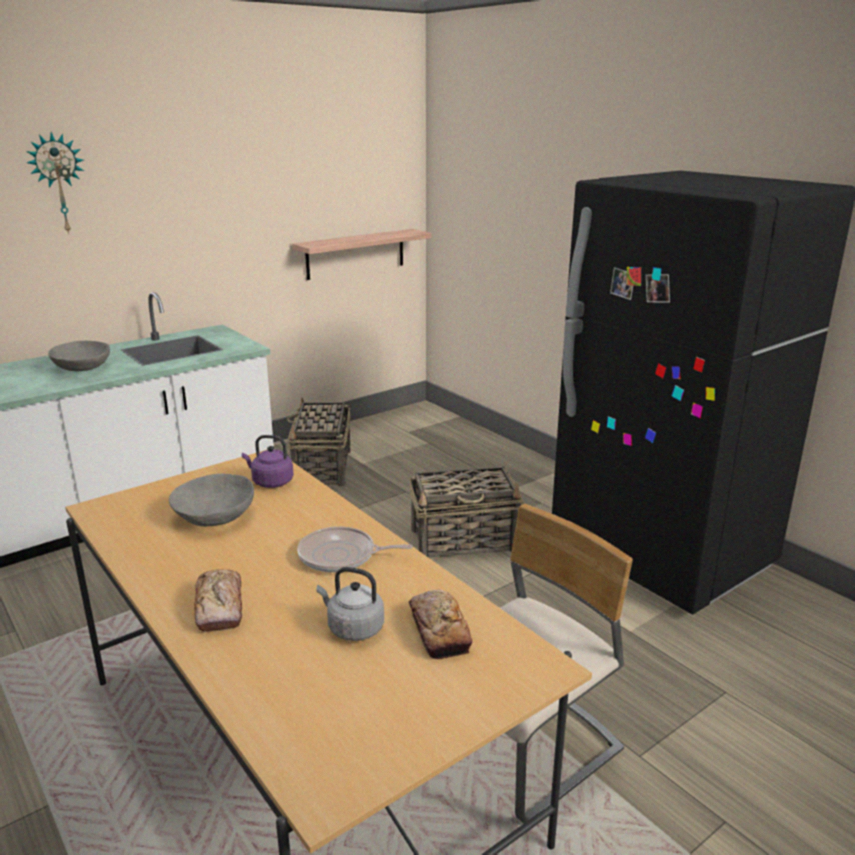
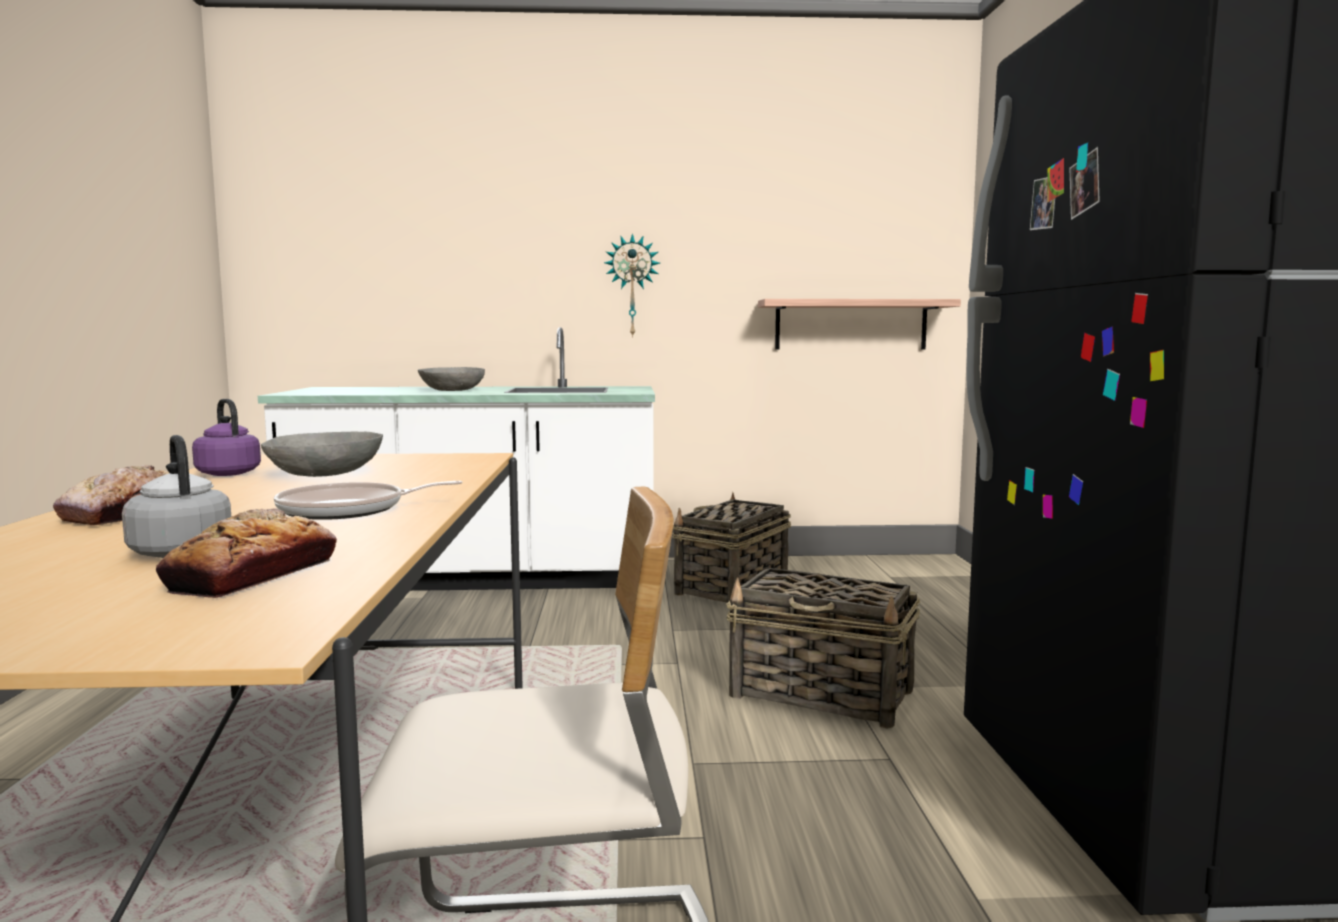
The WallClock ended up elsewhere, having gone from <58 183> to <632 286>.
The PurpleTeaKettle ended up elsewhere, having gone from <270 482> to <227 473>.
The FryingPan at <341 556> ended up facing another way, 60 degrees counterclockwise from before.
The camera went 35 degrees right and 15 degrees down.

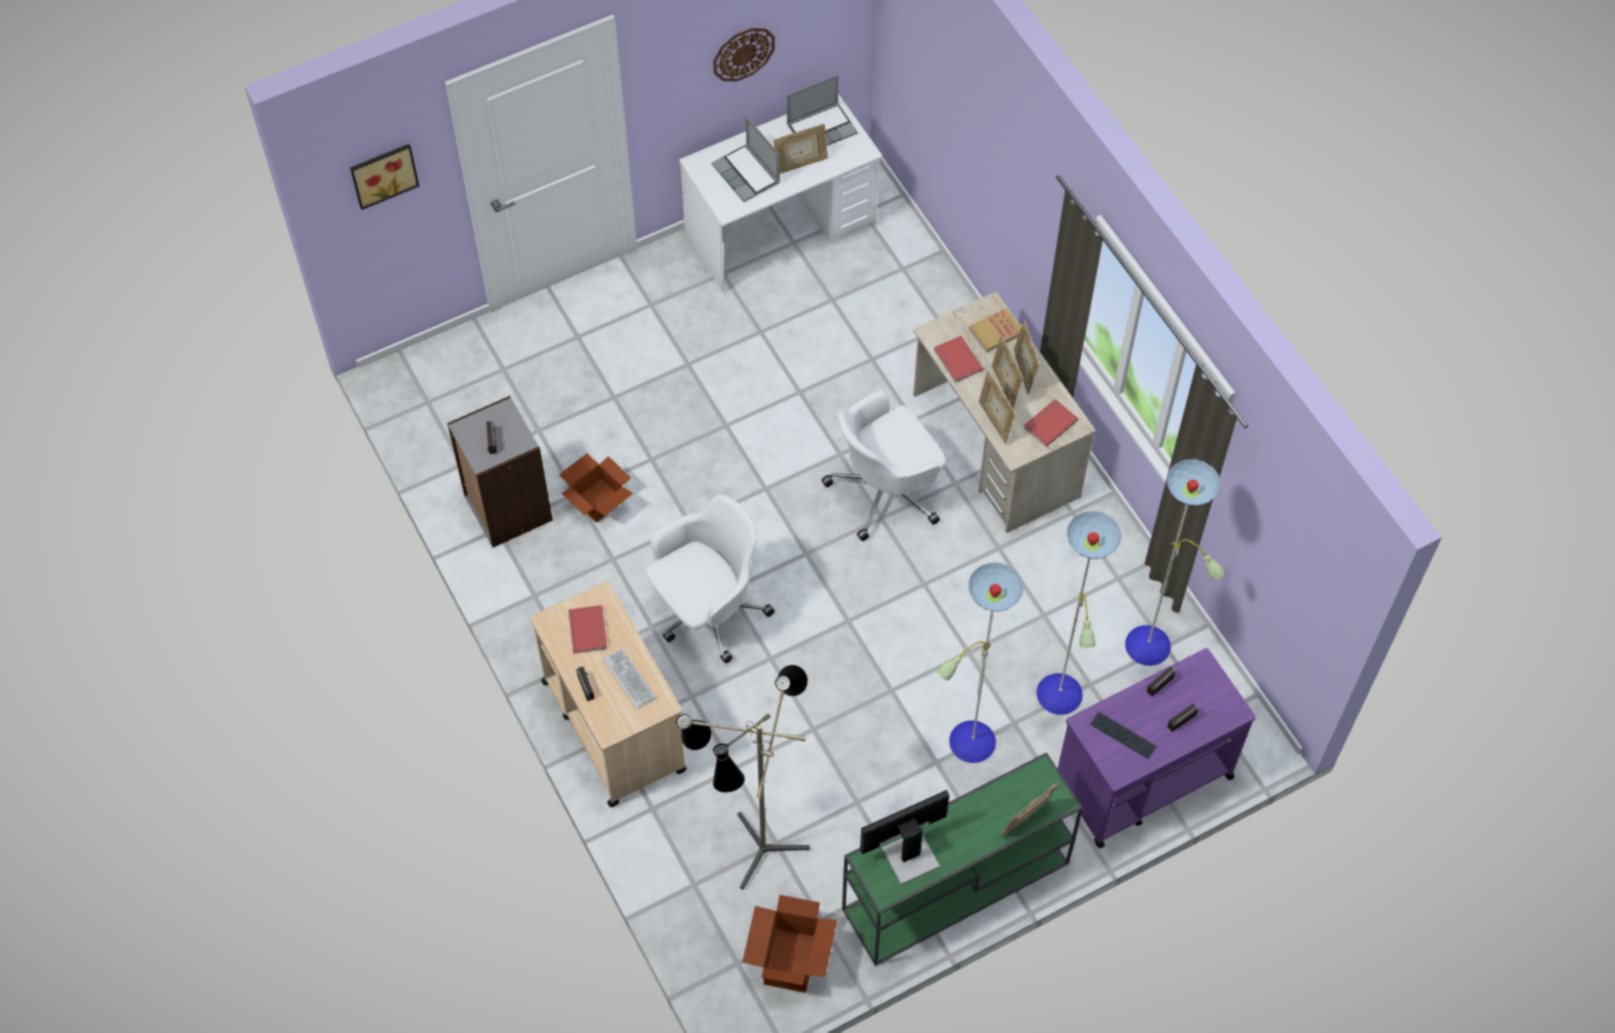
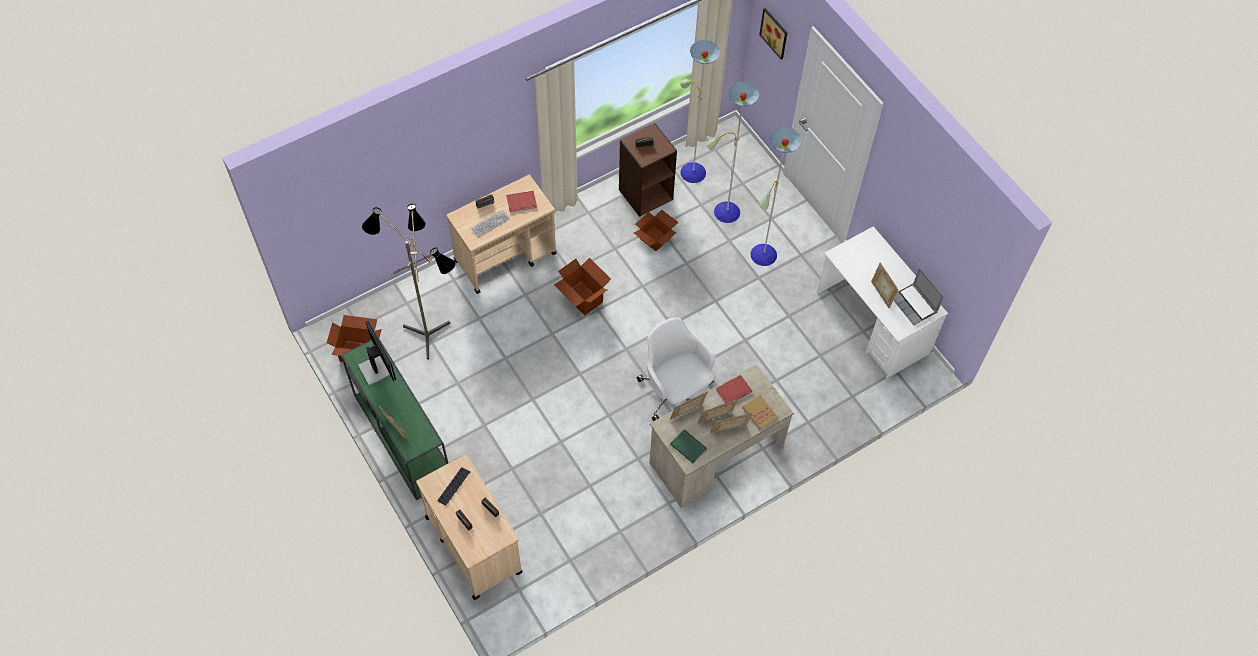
The second view lost the WallClock at <743 53>.
The second view lost the Laptop at <747 174>.
What was the GreyShelvingUnit at <507 508> turned into the BrownishShelvingUnit at <645 194>.
What was the ReddishBook at <1049 423> turned into the GreenBook at <689 446>.
The StandardLamp ended up elsewhere, having gone from <1061 696> to <725 213>.
Where the WhiteOfficeChair stood at <707 611>, the PackingBox came to stand at <582 298>.
What was the PurpleTrolley at <1142 779> turned into the BeigeTrolley at <473 544>.
The camera went 85 degrees right and 0 degrees up.

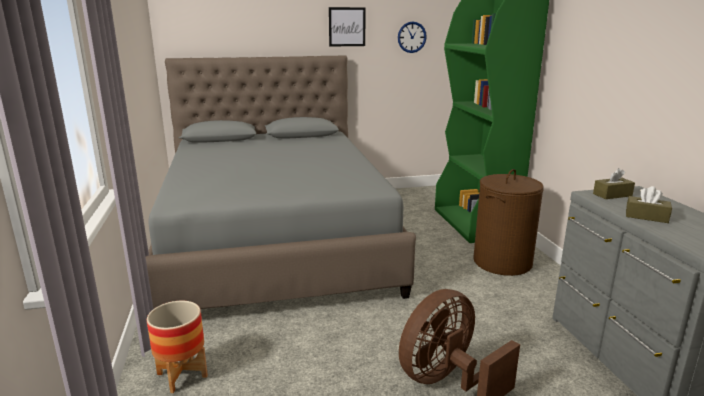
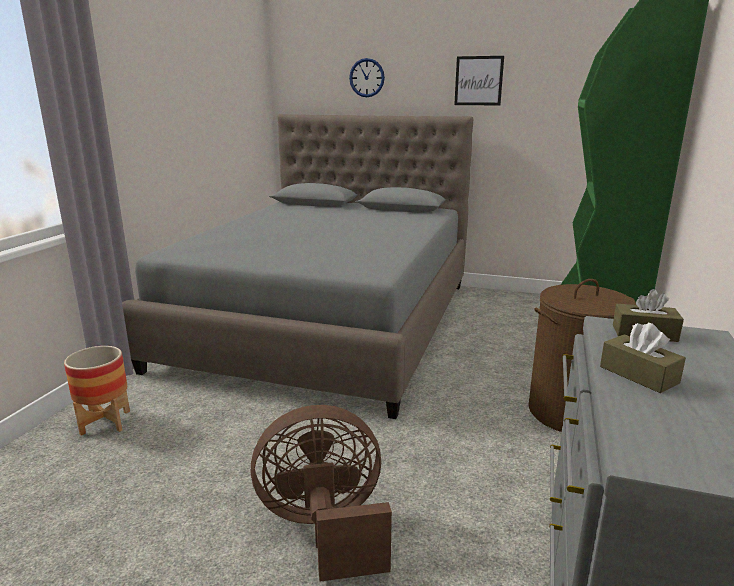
The WallClock ended up elsewhere, having gone from <411 37> to <367 78>.
The camera went 30 degrees right and 0 degrees up.

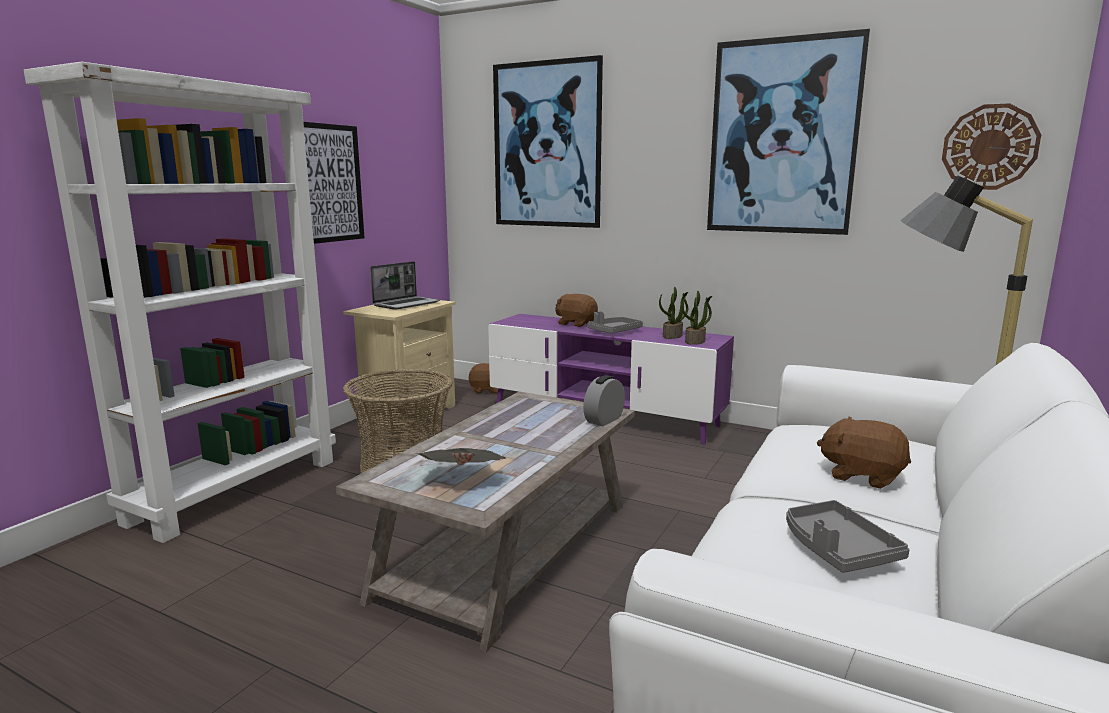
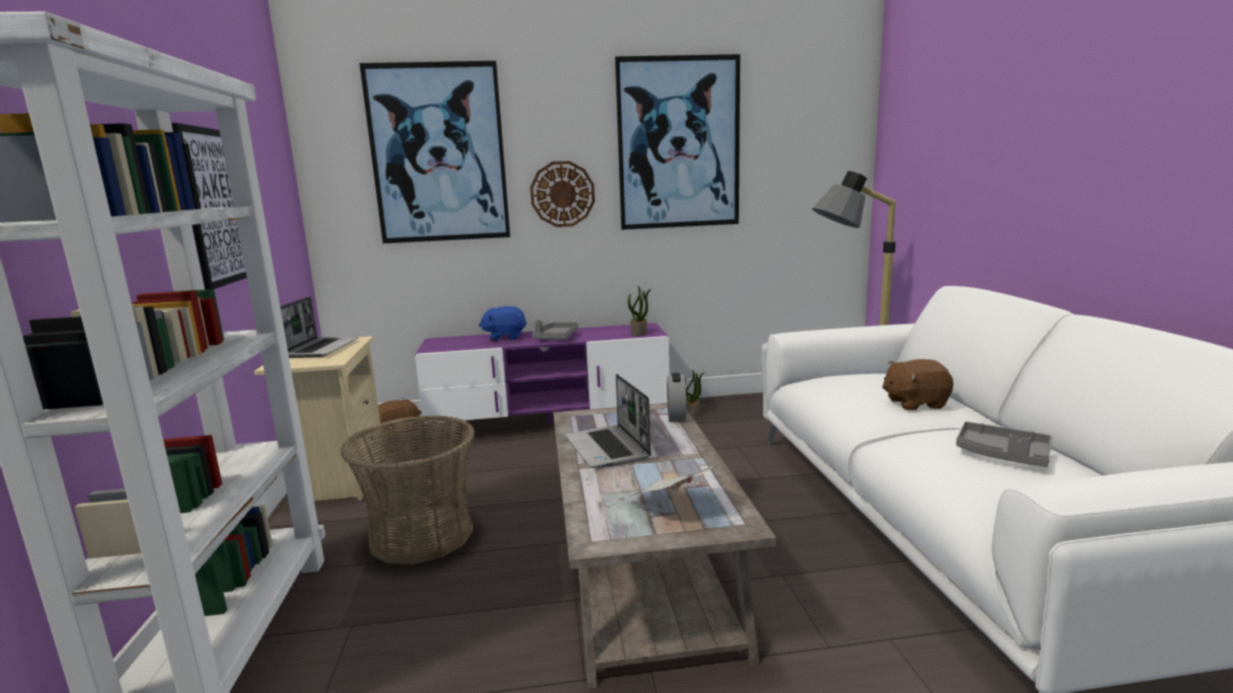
The WallClock ended up elsewhere, having gone from <989 147> to <562 194>.
The PlantInAPot ended up elsewhere, having gone from <672 336> to <692 412>.
What was the BrownishPlushToy at <576 323> turned into the BlueColouredPlushToy at <505 337>.
The second view gained the Laptop at <608 448>.
The camera went 35 degrees left and 0 degrees up.

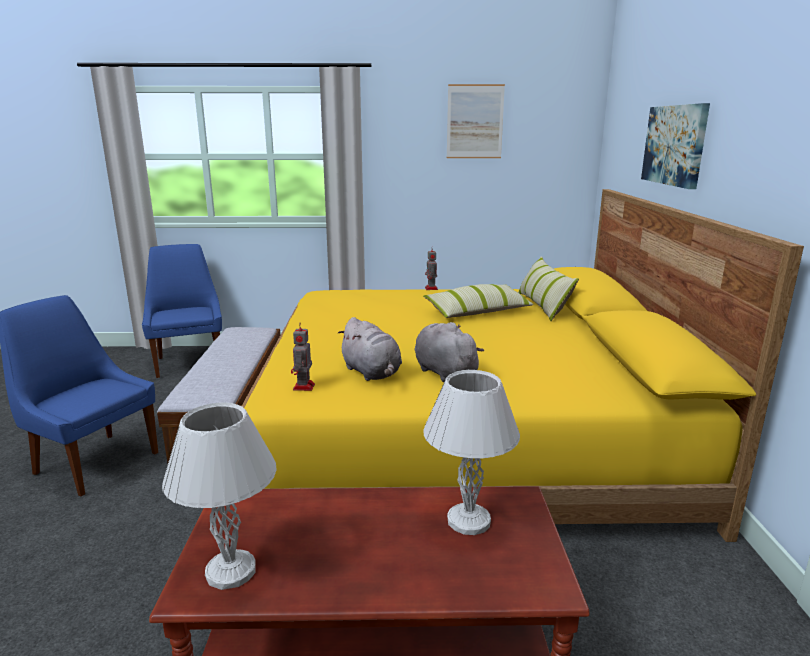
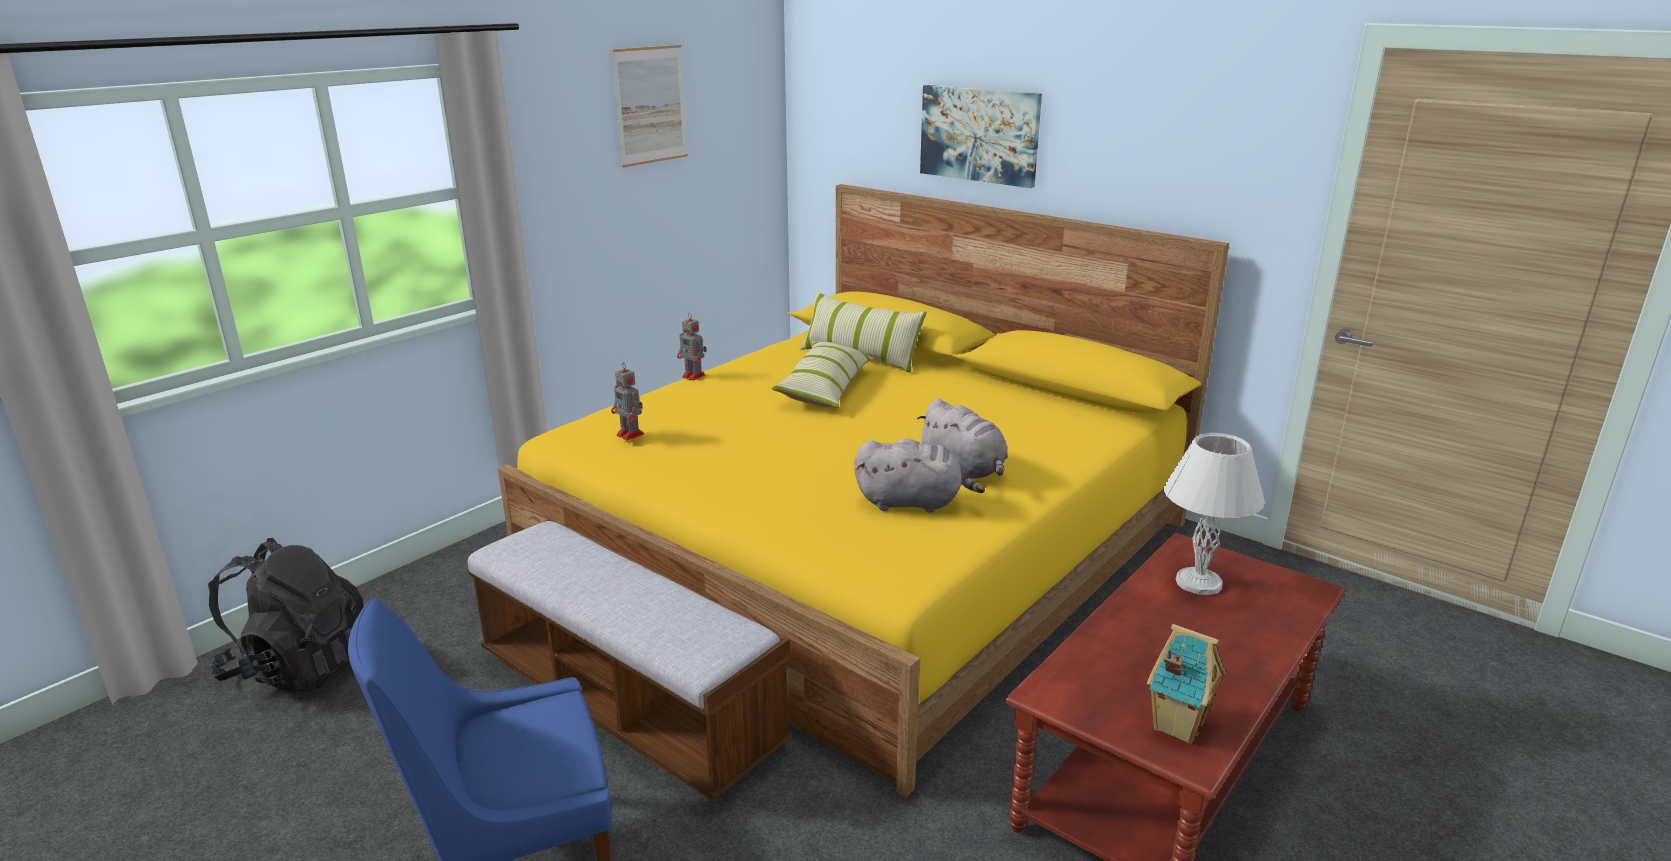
Where the BlueColouredPlainChair stood at <190 362>, the BlackColouredKnapsack came to stand at <299 668>.
The GreyPlushToy at <443 372> ended up facing another way, 135 degrees counterclockwise from before.
The RobotFigure ended up elsewhere, having gone from <303 387> to <631 435>.
Where the WhiteTableLamp stood at <233 570>, the MiniatureHouse came to stand at <1176 725>.
The camera went 50 degrees left and 5 degrees up.

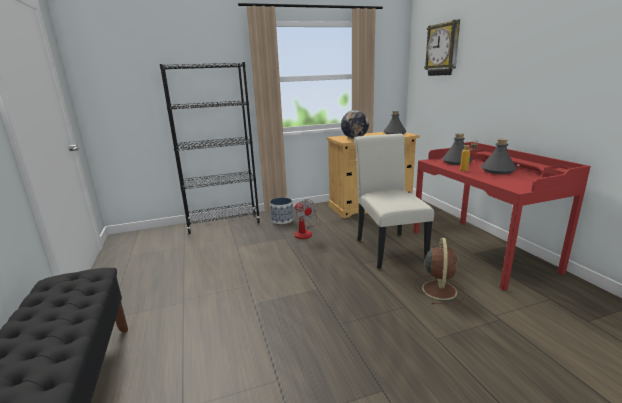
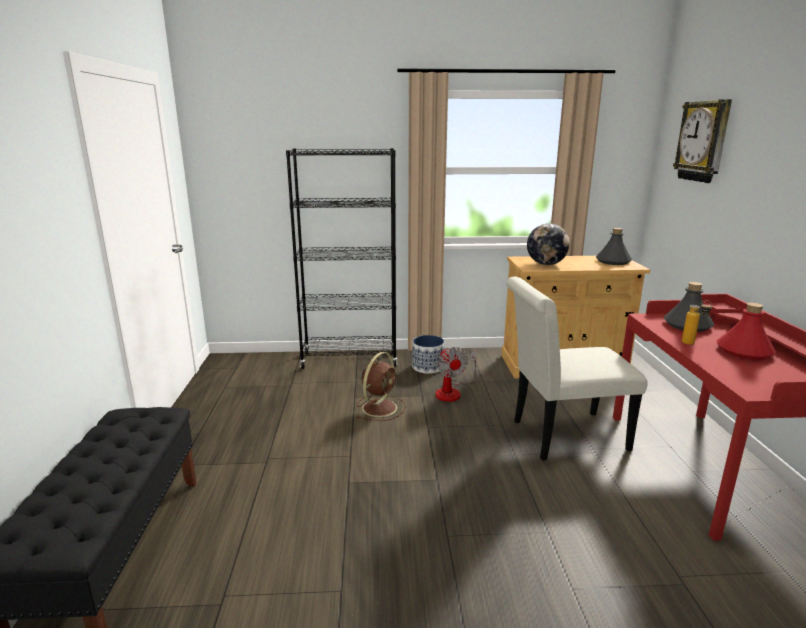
The WhitePlainChair at <388 247> ended up facing another way, 105 degrees counterclockwise from before.
What was the GreyDrinkBottle at <498 170> turned into the ReddishDrinkBottle at <744 351>.
The BrownishCoolingFan ended up elsewhere, having gone from <439 289> to <380 407>.
The camera went 15 degrees right and 0 degrees up.

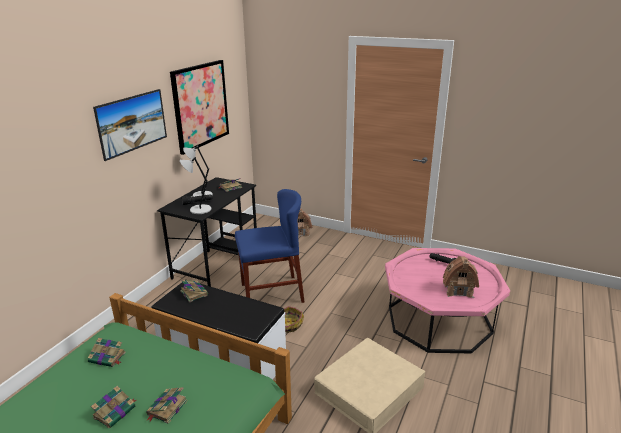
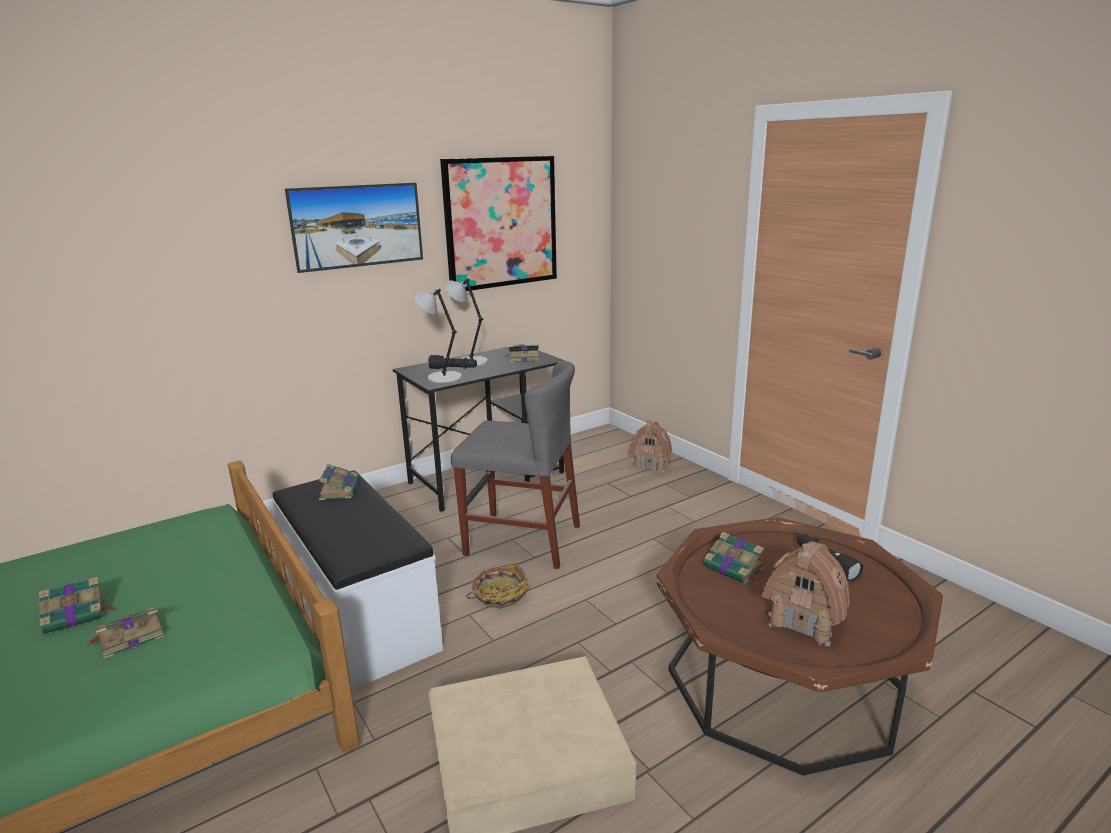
What was the BlueColouredPlainChair at <271 293> turned into the GreyPlainChair at <522 540>.
What was the PinkishCoffeeTable at <439 320> turned into the BrownishCoffeeTable at <783 681>.
The Book ended up elsewhere, having gone from <108 357> to <734 568>.
The camera went 30 degrees right and 5 degrees down.

